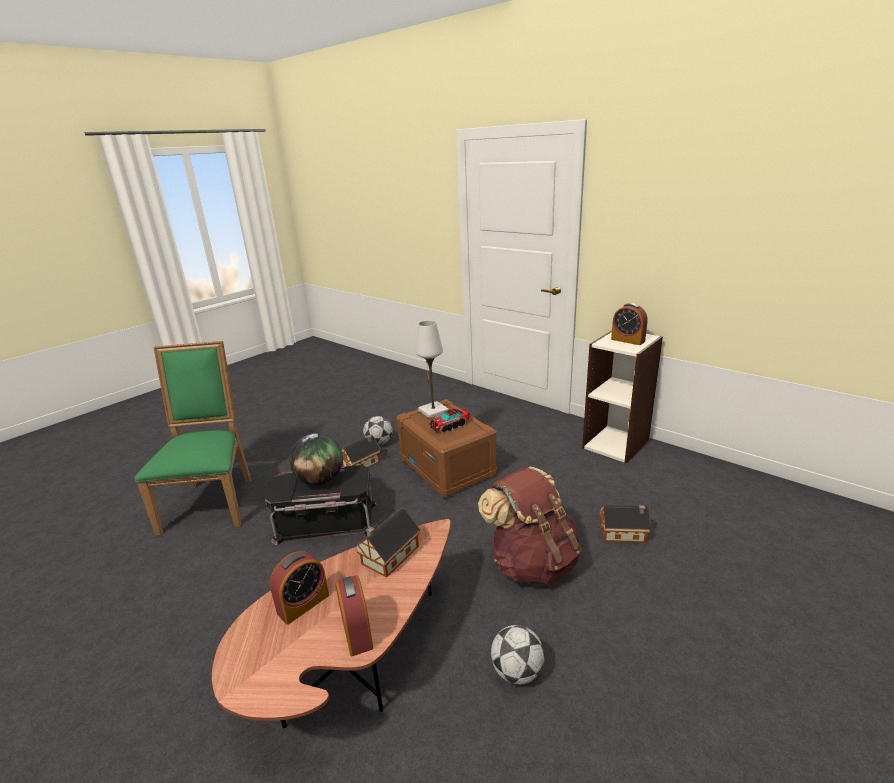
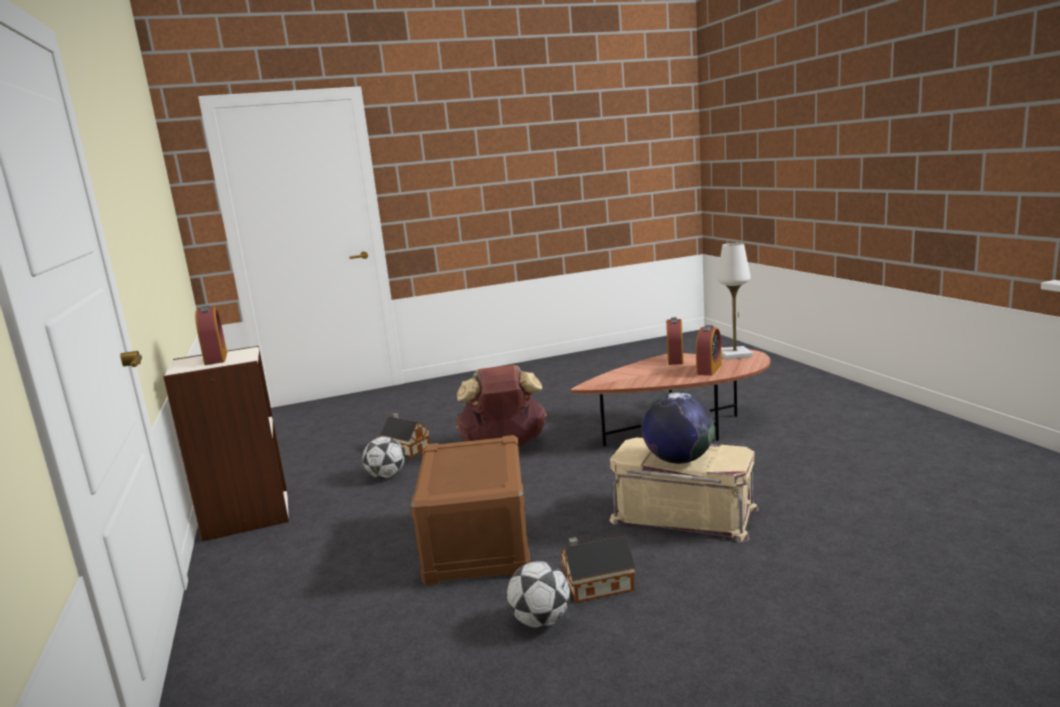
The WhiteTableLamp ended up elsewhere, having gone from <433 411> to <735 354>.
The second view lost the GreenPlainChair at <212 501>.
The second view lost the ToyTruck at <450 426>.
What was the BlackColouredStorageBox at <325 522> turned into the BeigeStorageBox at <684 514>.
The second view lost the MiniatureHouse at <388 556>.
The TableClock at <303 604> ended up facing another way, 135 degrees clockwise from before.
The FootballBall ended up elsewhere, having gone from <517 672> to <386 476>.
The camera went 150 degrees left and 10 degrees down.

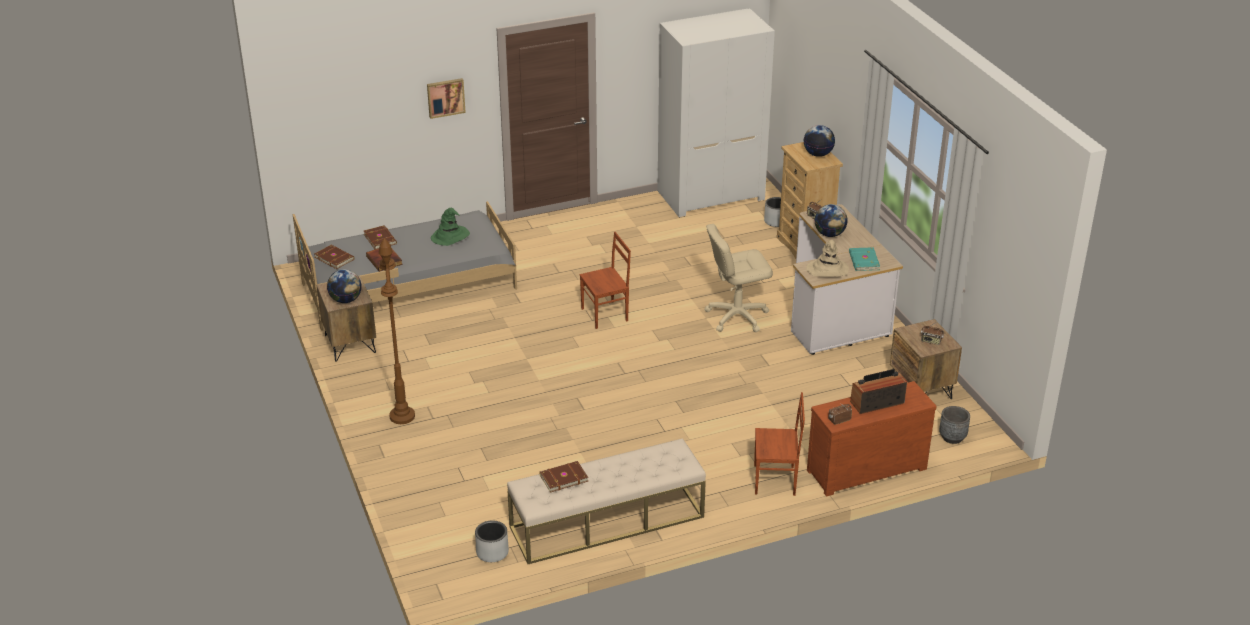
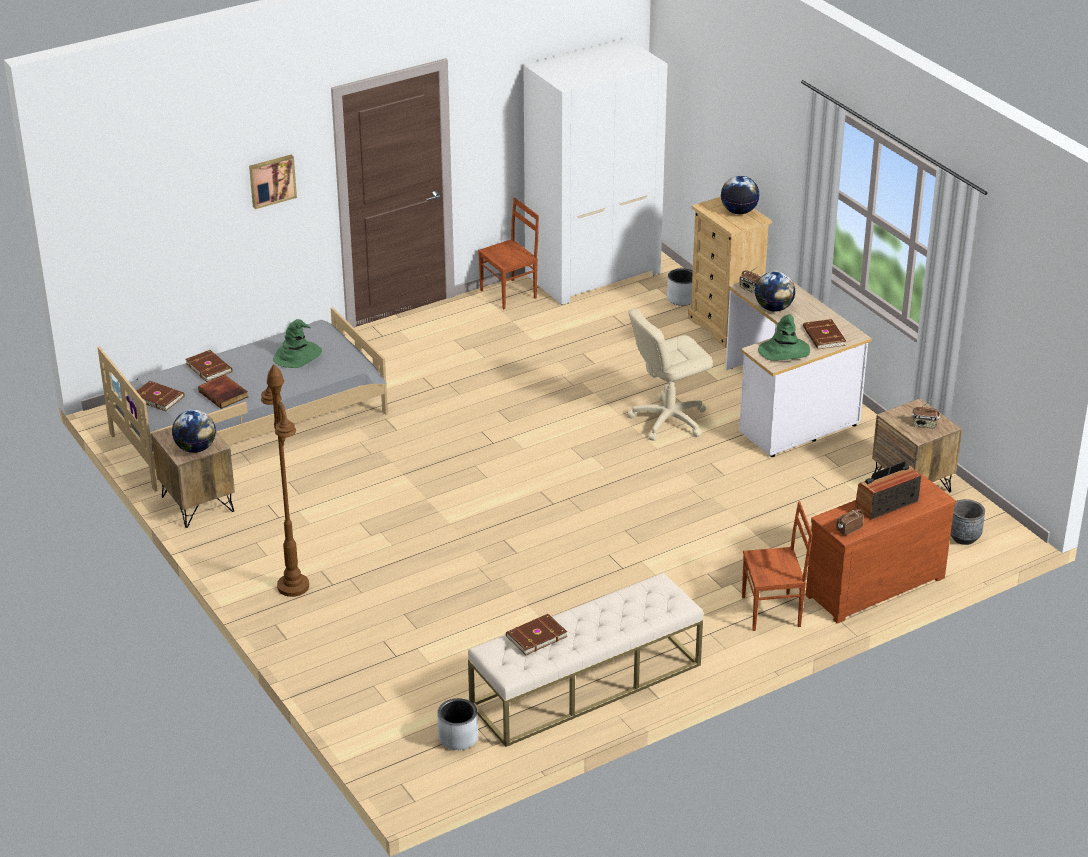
The BrownishPlainChair ended up elsewhere, having gone from <605 315> to <509 294>.
What was the BeigeWearableHat at <827 269> turned into the GreenWearableHat at <784 351>.
What was the TurquoiseColouredBook at <863 261> turned into the BrownishBook at <823 337>.
The camera went 10 degrees left and 0 degrees up.

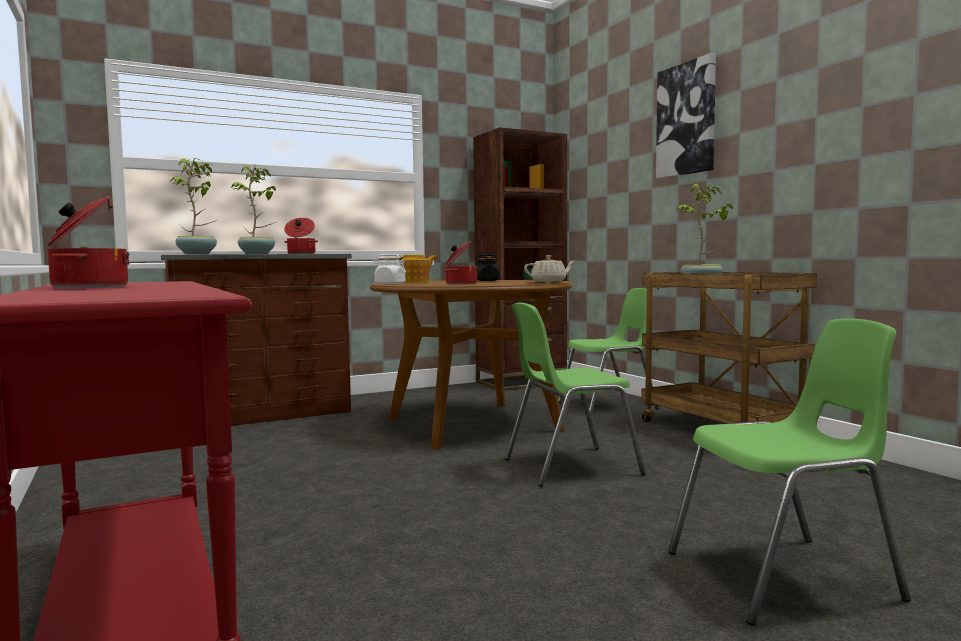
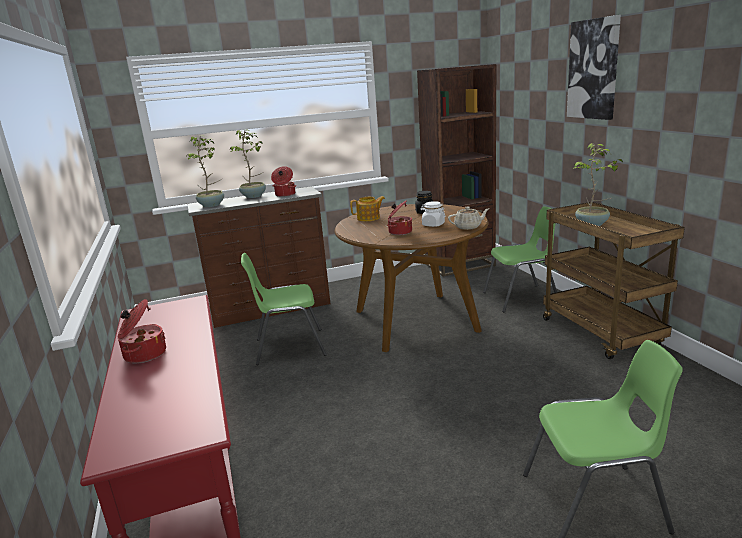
The WhiteJar ended up elsewhere, having gone from <390 284> to <433 225>.
The GreenPlainChair ended up elsewhere, having gone from <569 466> to <289 347>.
The camera went 10 degrees right and 15 degrees up.

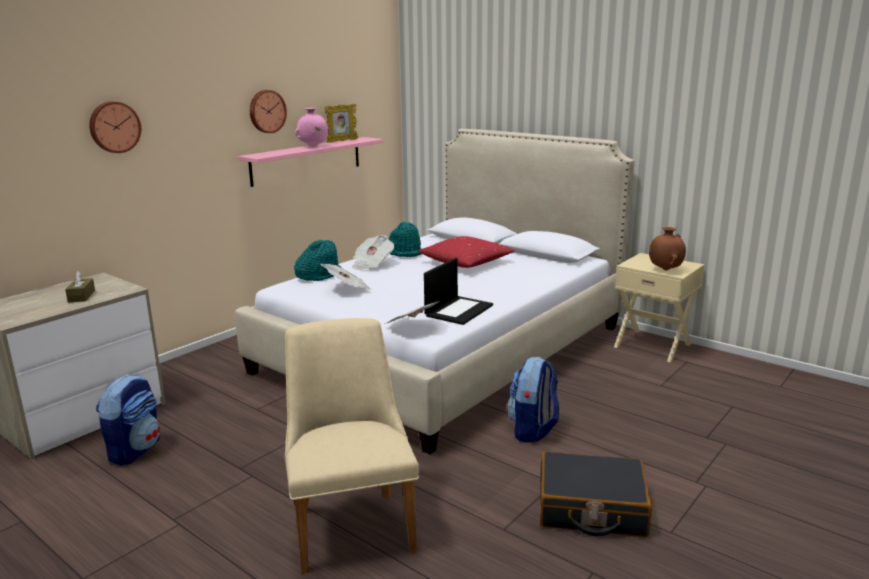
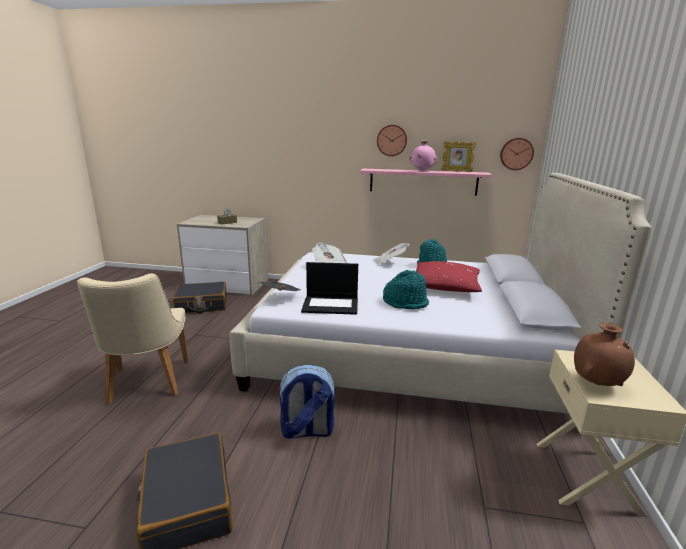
The WallClock ended up elsewhere, having gone from <114 127> to <516 154>.
The TurquoiseColouredWearableHat ended up elsewhere, having gone from <318 275> to <405 303>.
The BeigePlainChair at <351 521> ended up facing another way, 120 degrees clockwise from before.
Where the Knapsack stood at <135 450>, the BlackColouredSuitcase came to stand at <202 305>.
The camera went 60 degrees right and 0 degrees up.

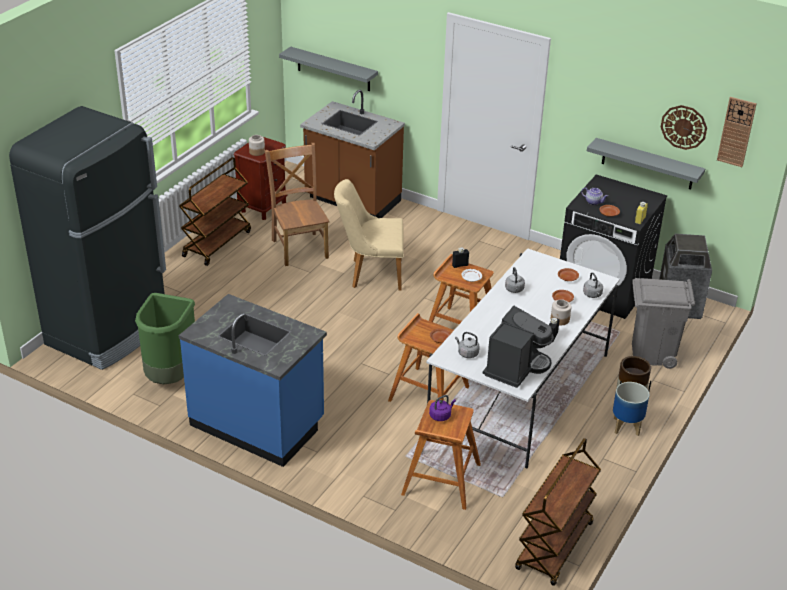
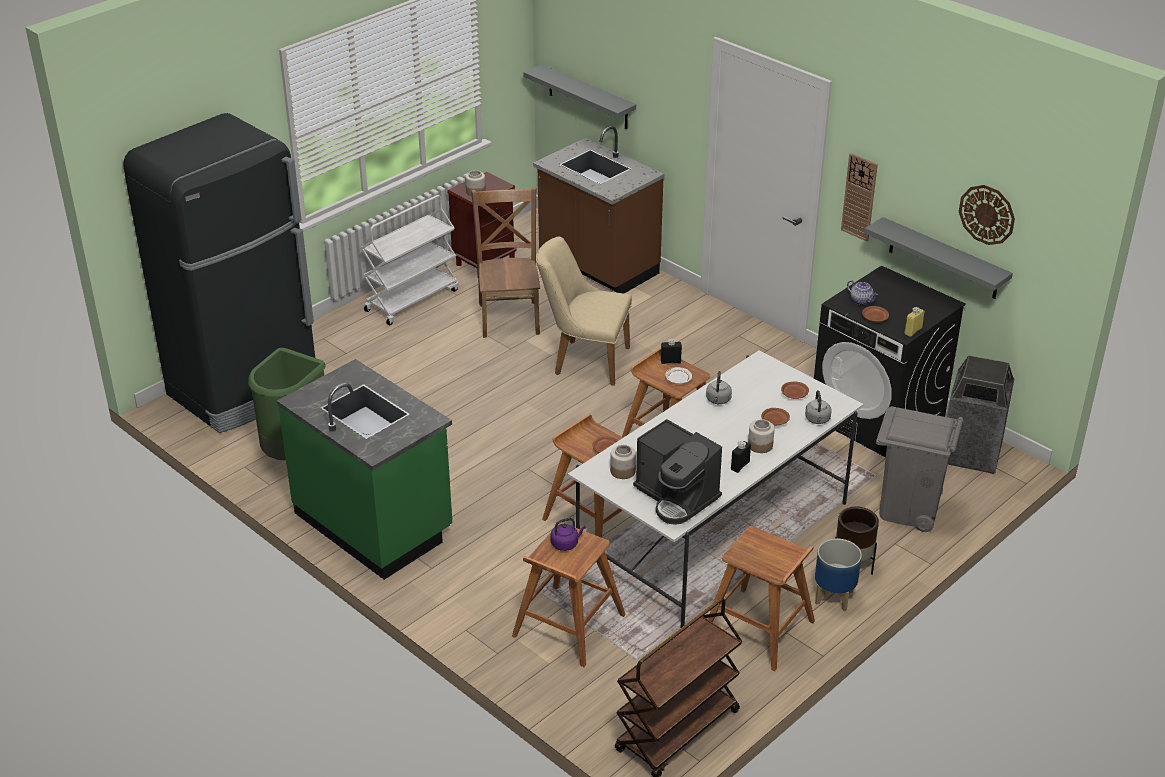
The WallClock ended up elsewhere, having gone from <736 132> to <859 197>.
What was the BrownishTrolley at <217 243> turned into the WhiteTrolley at <412 300>.
What was the BlueColouredKitchenCounter at <258 423> turned into the GreenKitchenCounter at <375 523>.
The CoffeeMaker at <516 367> ended up facing another way, 90 degrees clockwise from before.
Where the GreyTeaKettle stood at <467 353>, the Jar came to stand at <622 471>.
The second view gained the BrownishSittingStool at <759 629>.
The camera went 15 degrees right and 0 degrees up.

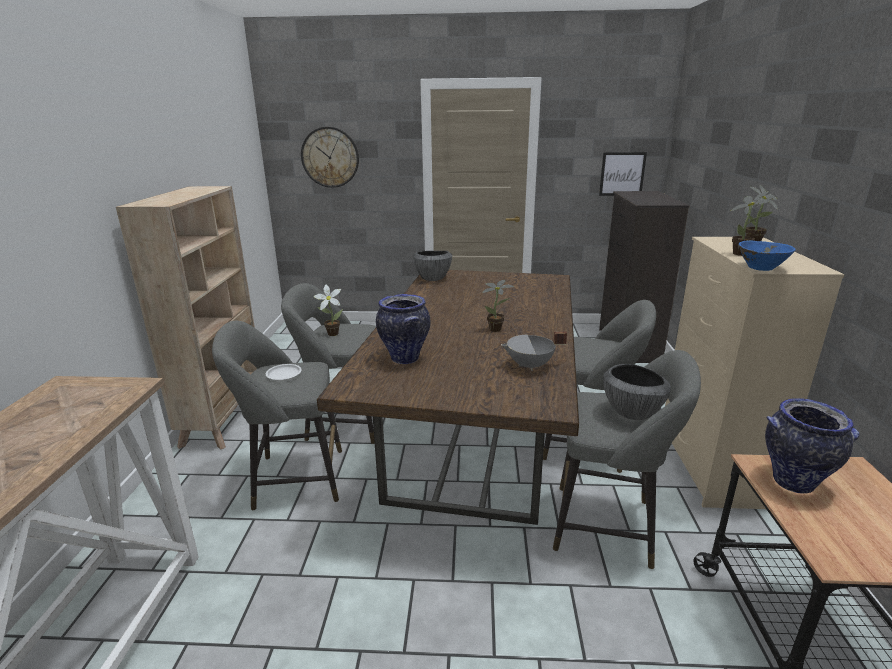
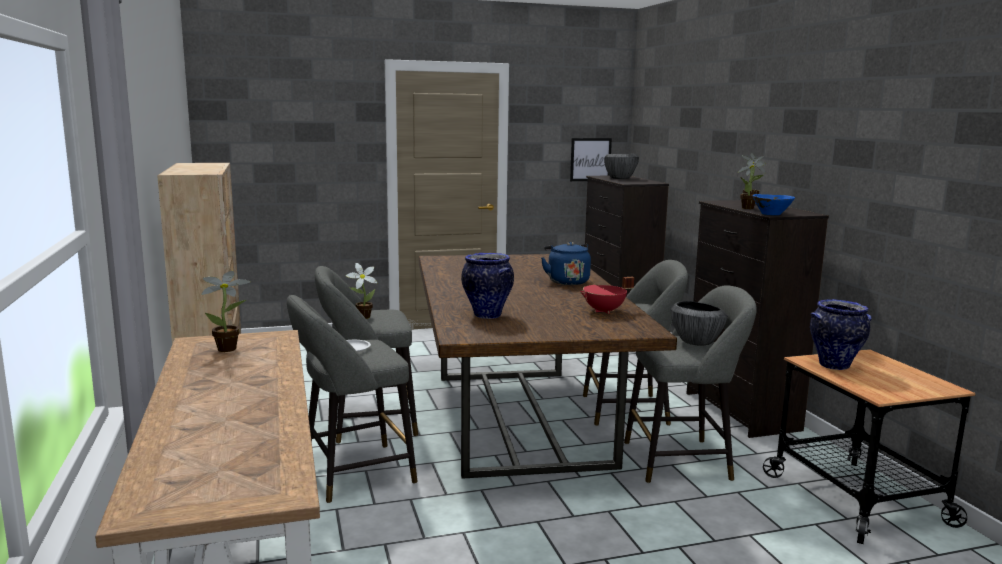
The second view lost the WallClock at <330 157>.
What was the BeigeDrawerChest at <710 467> turned into the BlackColouredDrawerChest at <741 412>.
The DeepDish ended up elsewhere, having gone from <433 279> to <620 178>.
The PlantInAPot ended up elsewhere, having gone from <497 329> to <230 349>.
What was the GreyCookingPot at <530 366> turned into the ReddishCookingPot at <604 311>.
The second view gained the BlueColouredTeaKettle at <566 281>.
The camera went 20 degrees left and 10 degrees down.

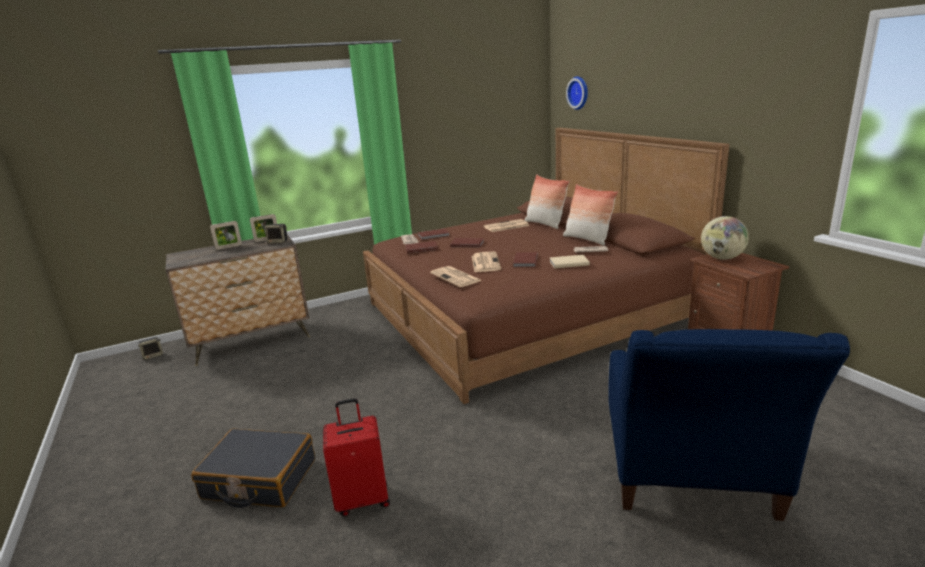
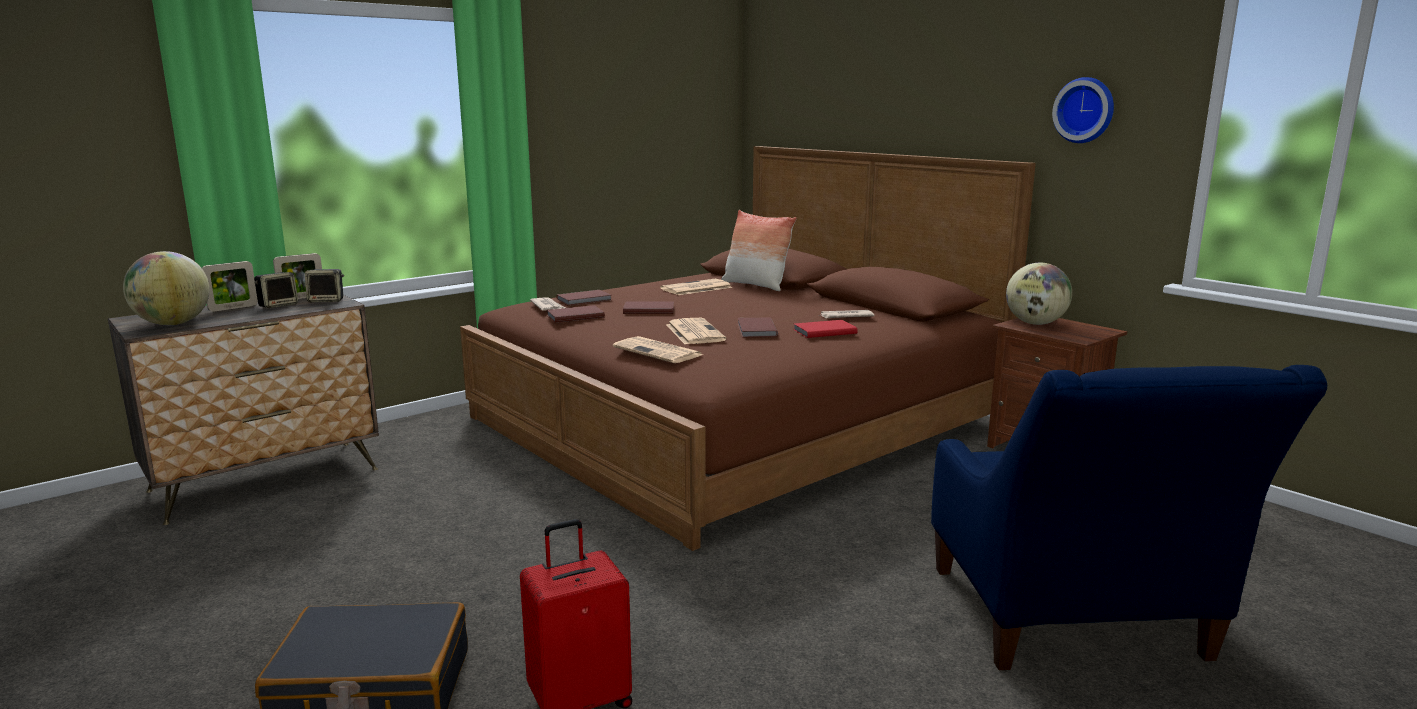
The WallClock ended up elsewhere, having gone from <579 93> to <1085 110>.
The second view lost the ThrowPillow at <587 239>.
What was the BeigeBook at <568 263> turned into the ReddishBook at <823 331>.
The Speaker ended up elsewhere, having gone from <153 355> to <278 305>.
The second view gained the WorldGlobe at <173 324>.
The camera went 15 degrees left and 5 degrees down.

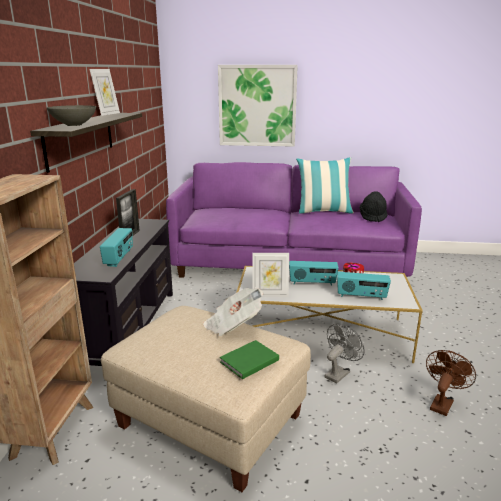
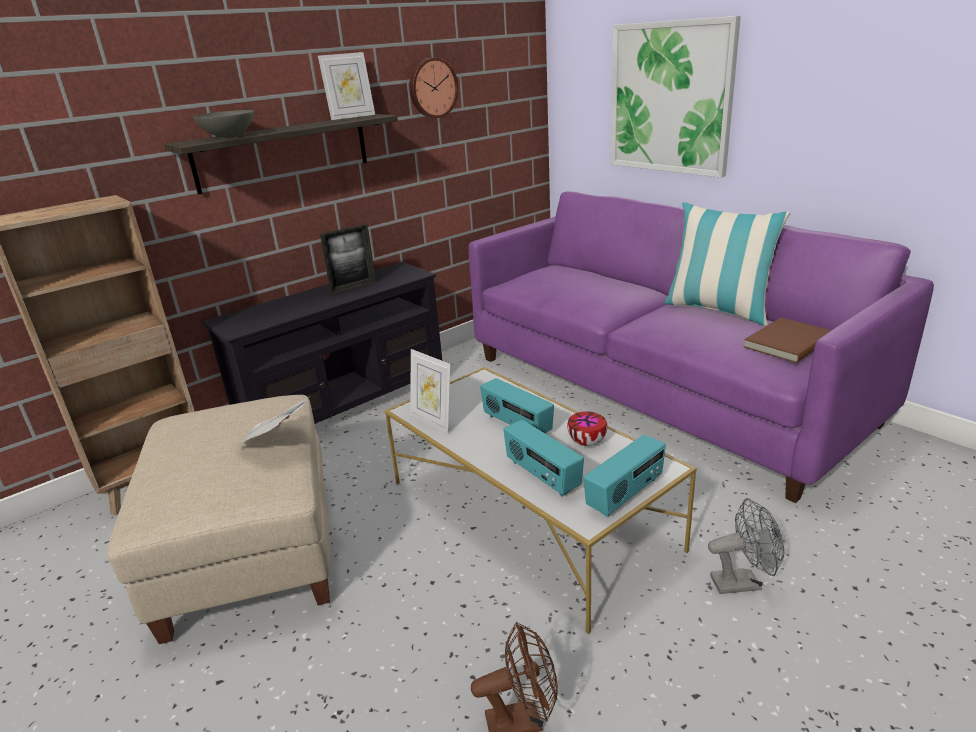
Where the BlackColouredWearableHat stood at <373 217>, the BrownishBook came to stand at <786 342>.
The RadioSet ended up elsewhere, having gone from <119 258> to <625 495>.
The GreyCoolingFan ended up elsewhere, having gone from <339 373> to <742 582>.
The second view lost the GreenBook at <247 361>.
The second view gained the WallClock at <432 88>.
The camera went 45 degrees right and 5 degrees up.

